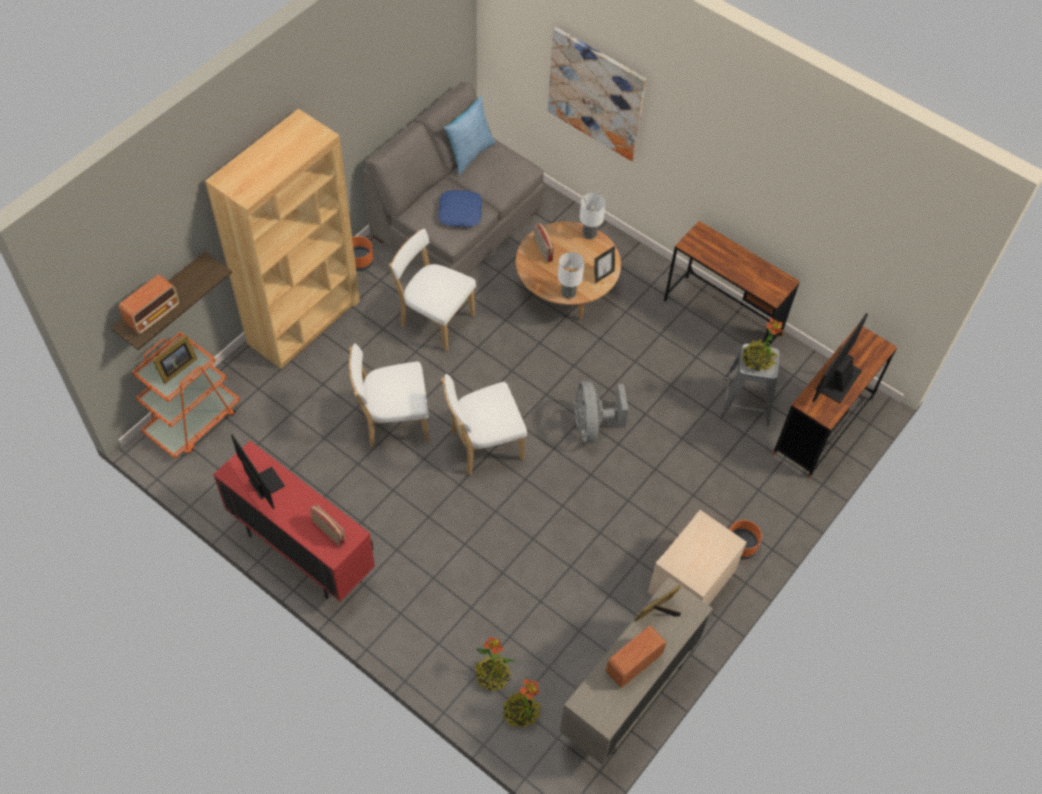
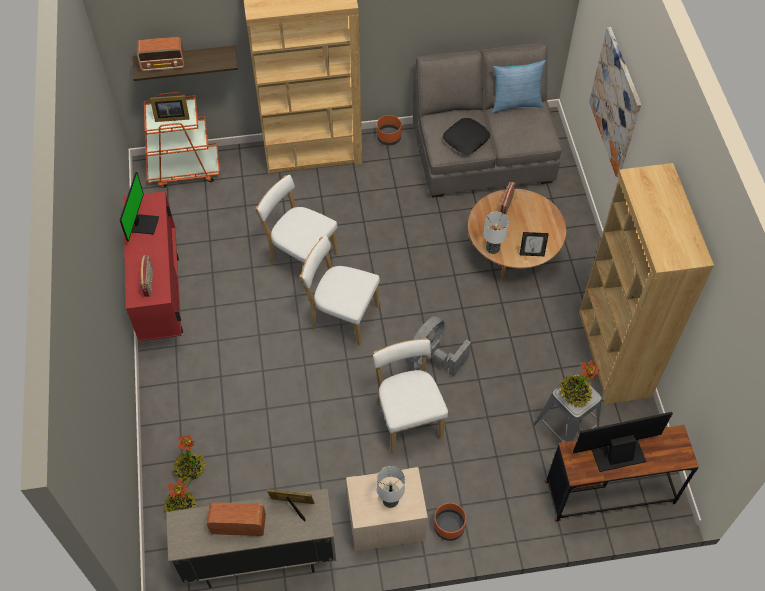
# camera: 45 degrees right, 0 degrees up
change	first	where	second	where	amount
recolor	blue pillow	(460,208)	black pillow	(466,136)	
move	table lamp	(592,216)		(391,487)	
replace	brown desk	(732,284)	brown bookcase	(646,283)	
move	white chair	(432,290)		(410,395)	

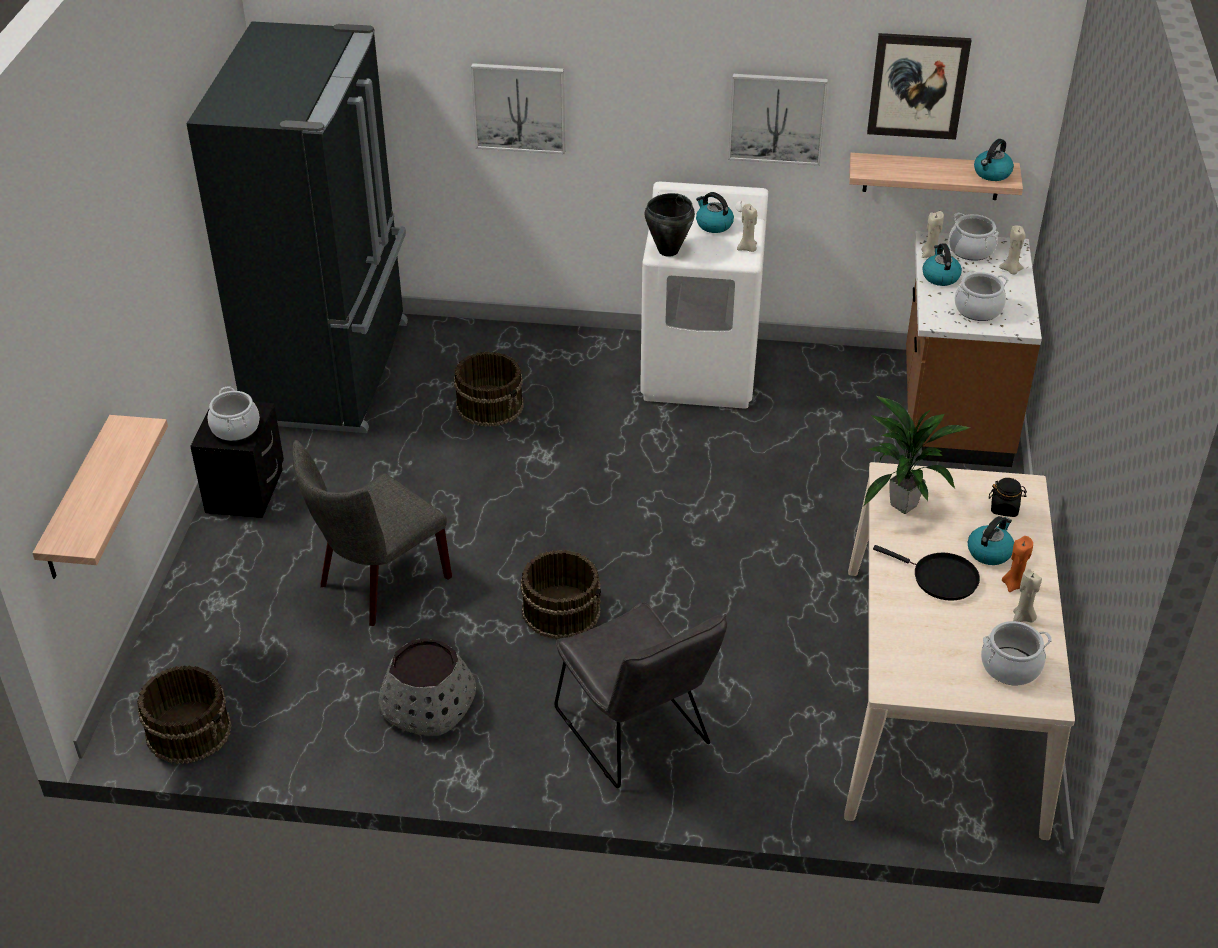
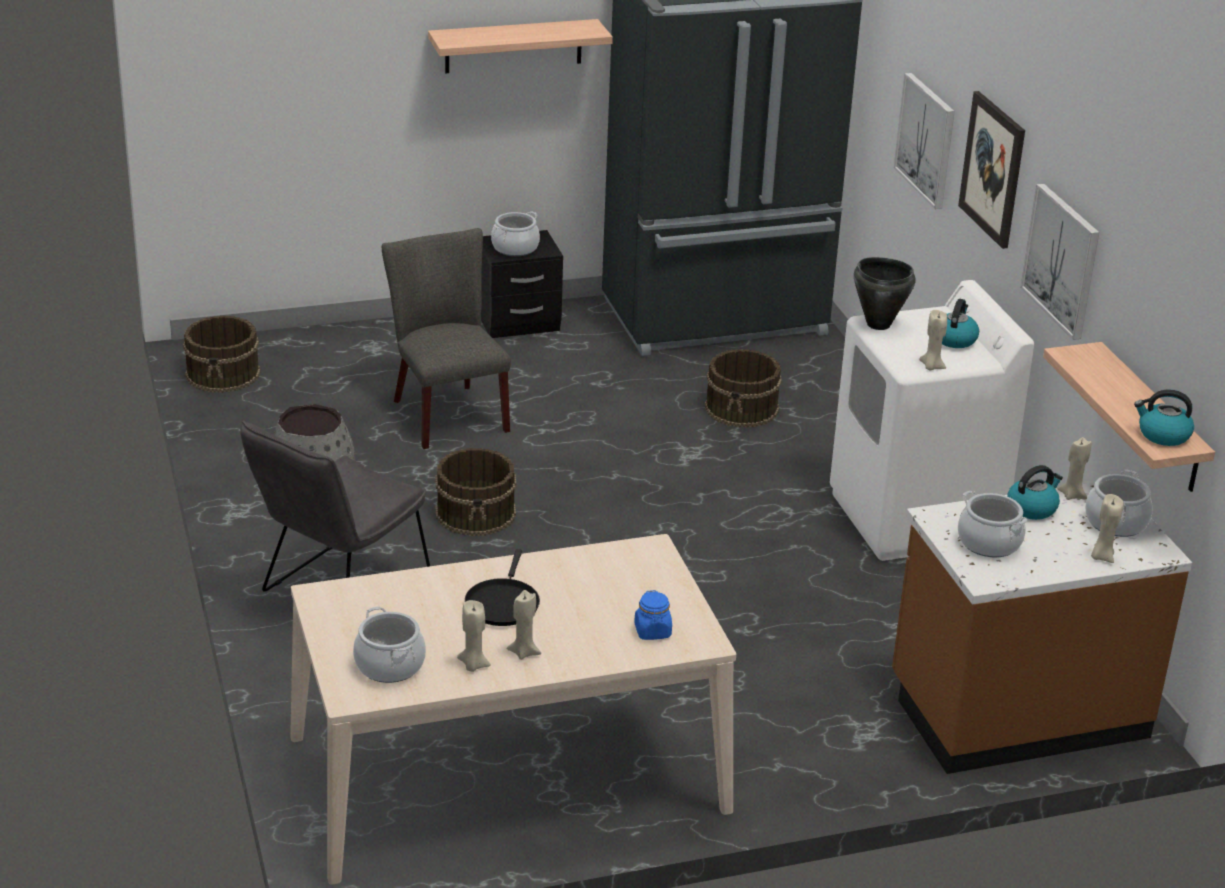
# camera: 65 degrees right, 10 degrees down
change	first	where	second	where	amount
move	picture	(919,86)		(991,170)	
delete	potted plant	(917,454)			
move	shelf	(100,497)		(520,46)	
rotate	grey chair	(372,533)		(446,338)	45 degrees clockwise
recolor	black jar	(1008,497)	blue jar	(653,615)	
delete	kettle	(991,540)			
recolor	orange candle	(1017,564)	beige candle	(524,625)	

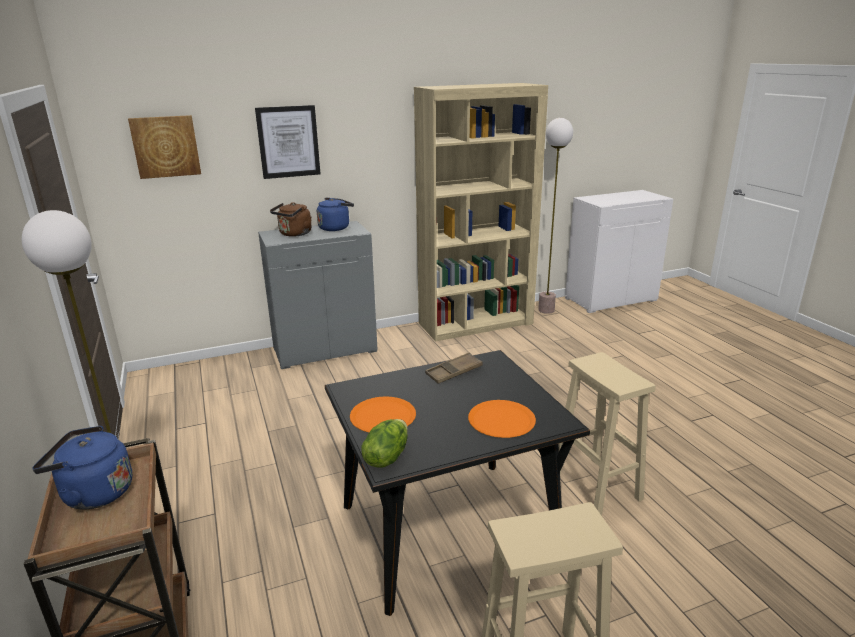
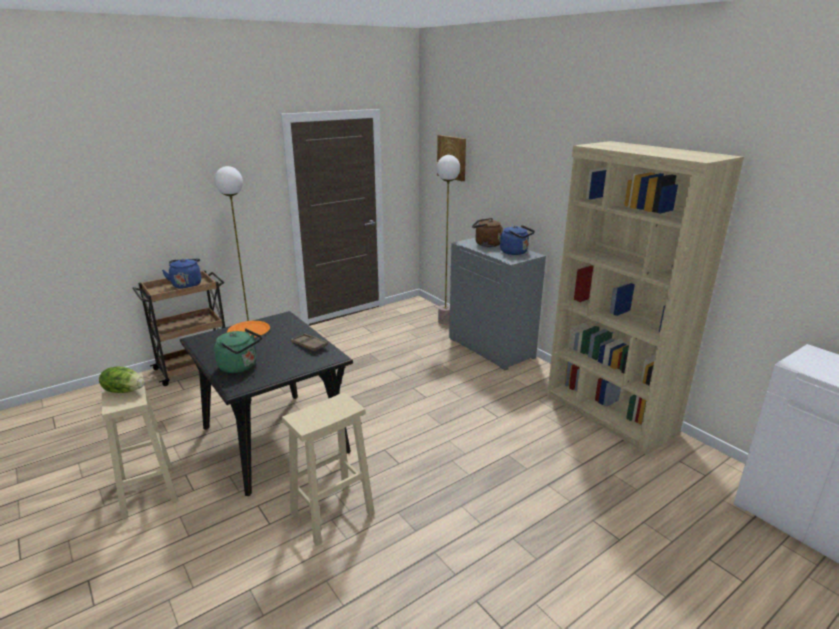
# camera: 75 degrees right, 0 degrees up
change	first	where	second	where	amount
delete	picture	(288,142)			
move	floor lamp	(555,216)		(448,240)	
replace	orange plate	(502,419)	green kettle	(238,351)	
move	lettuce	(384,443)		(122,380)	

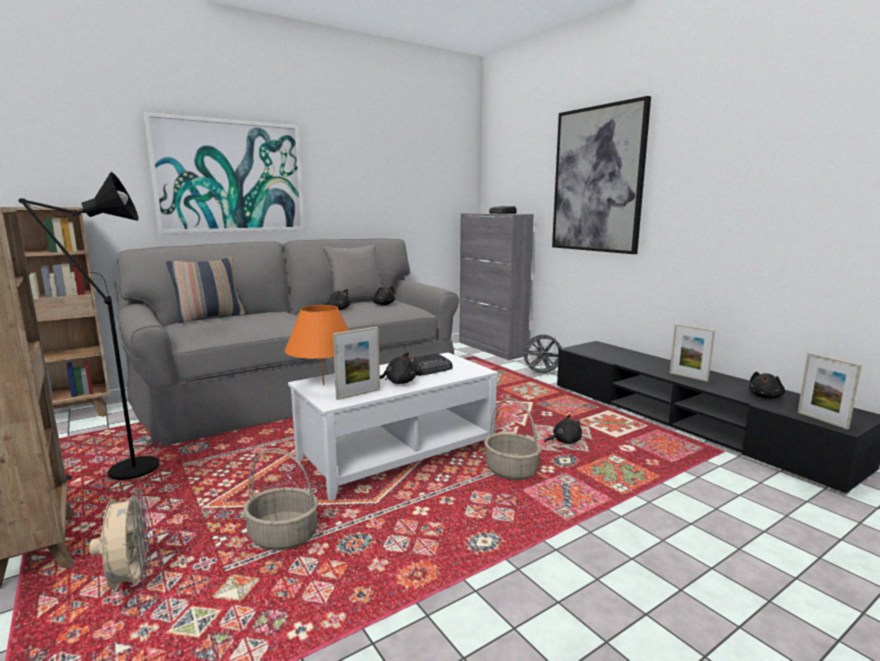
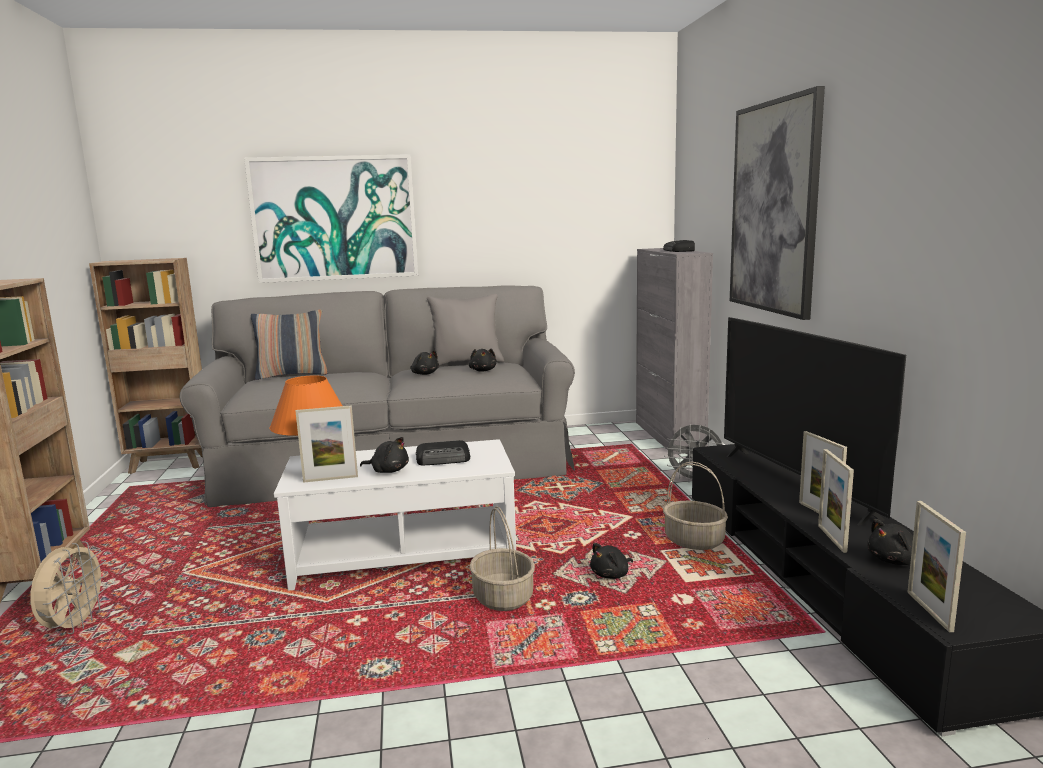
# camera: 25 degrees right, 0 degrees up
change	first	where	second	where	amount
delete	black floor lamp	(89,326)			
rotate	black plush toy	(563,429)		(611,561)	135 degrees clockwise
move	basket	(280,499)		(695,506)	
insert			television	(815,421)	
insert			picture frame	(836,501)	

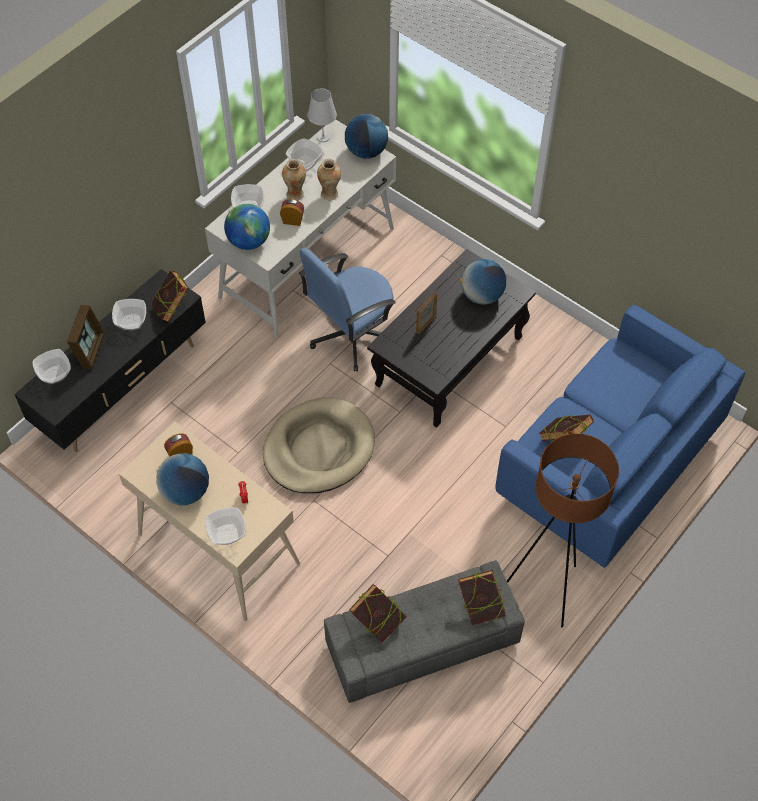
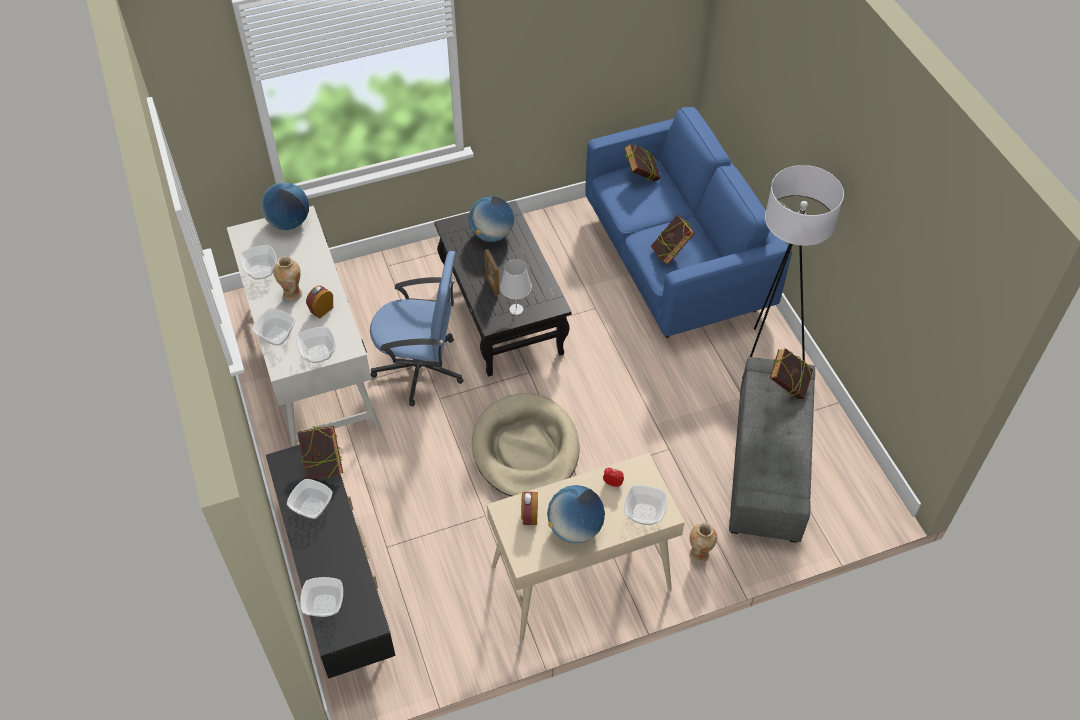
# camera: 60 degrees left, 5 degrees down
change	first	where	second	where	amount
move	white table lamp	(322,115)		(516,287)	
move	vase	(329,179)		(703,543)	
replace	globe	(247,227)	bowl	(316,345)	
rotate	blue office chair	(347,310)		(416,328)	75 degrees counterclockwise
delete	picture frame	(86,337)			
recolor	brown floor lamp	(563,531)	white floor lamp	(793,272)	
move	book	(377,613)		(642,162)	

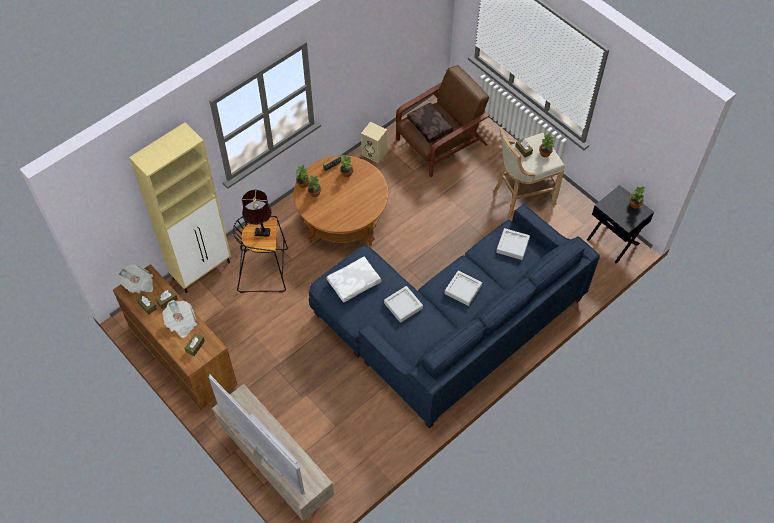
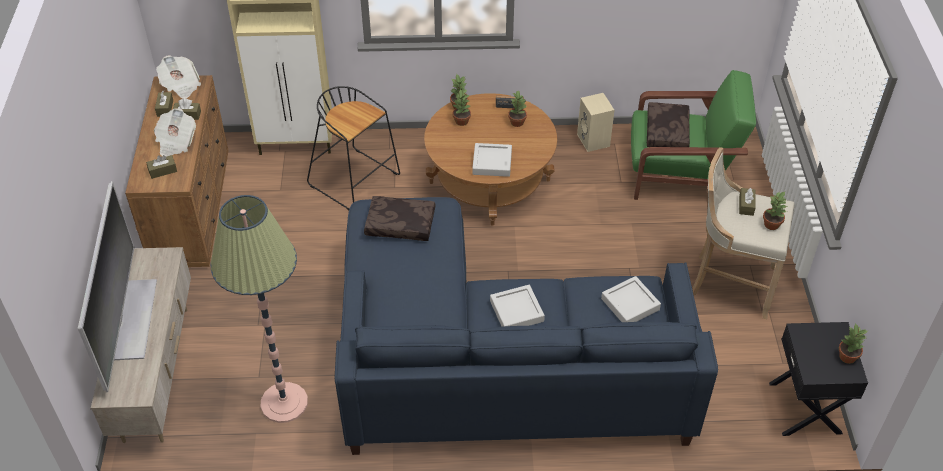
# camera: 40 degrees right, 10 degrees down
change	first	where	second	where	amount
recolor	brown armchair	(443,121)	green armchair	(693,135)	
delete	brown table lamp	(257,213)			
recolor	white pillow	(354,280)	brown pillow	(399,218)	
move	grey tray	(403,304)		(492,160)	
insert			floor lamp	(259,309)	

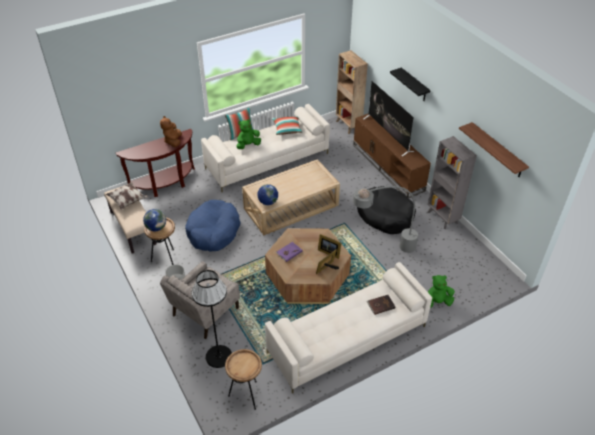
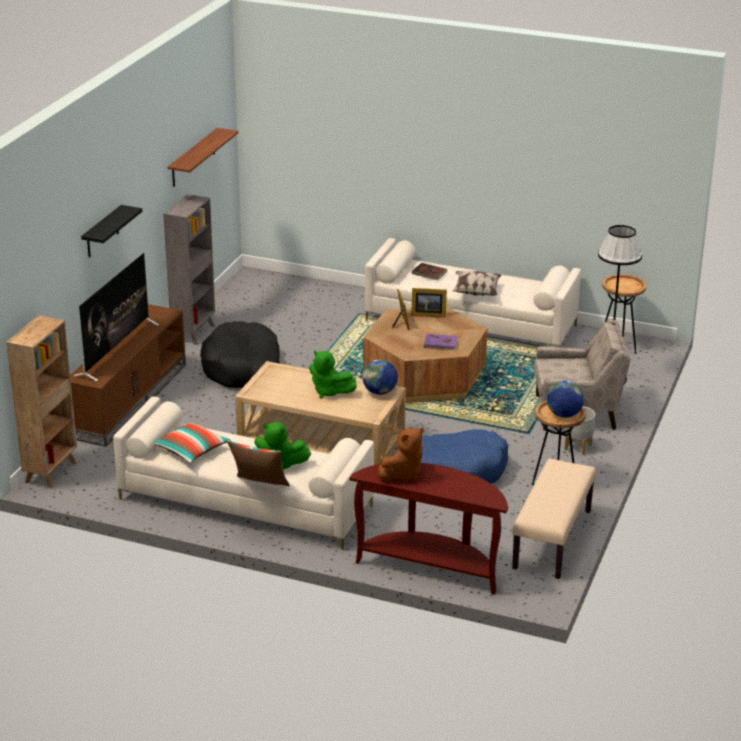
# camera: 130 degrees left, 15 degrees down
change	first	where	second	where	amount
move	pillow	(127,196)		(477,283)	
delete	grey floor lamp	(428,234)			
move	green plush toy	(441,291)		(333,374)	

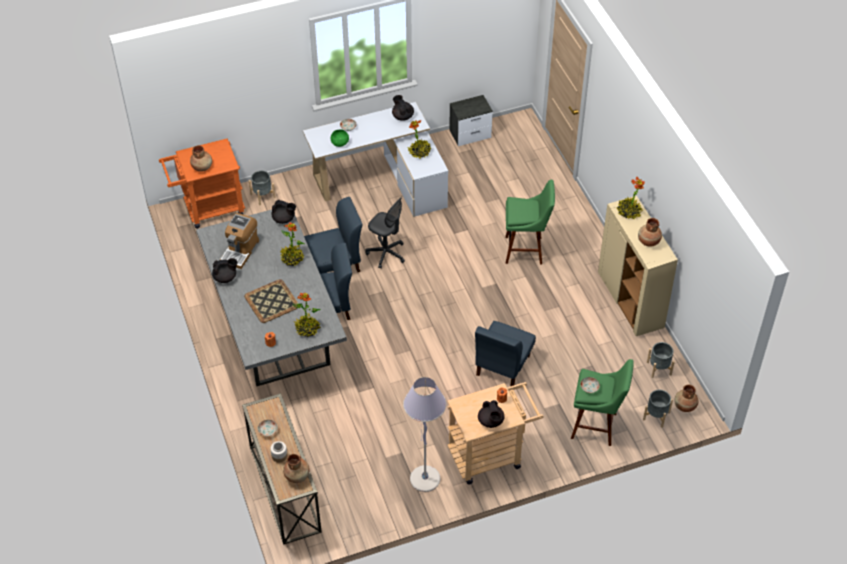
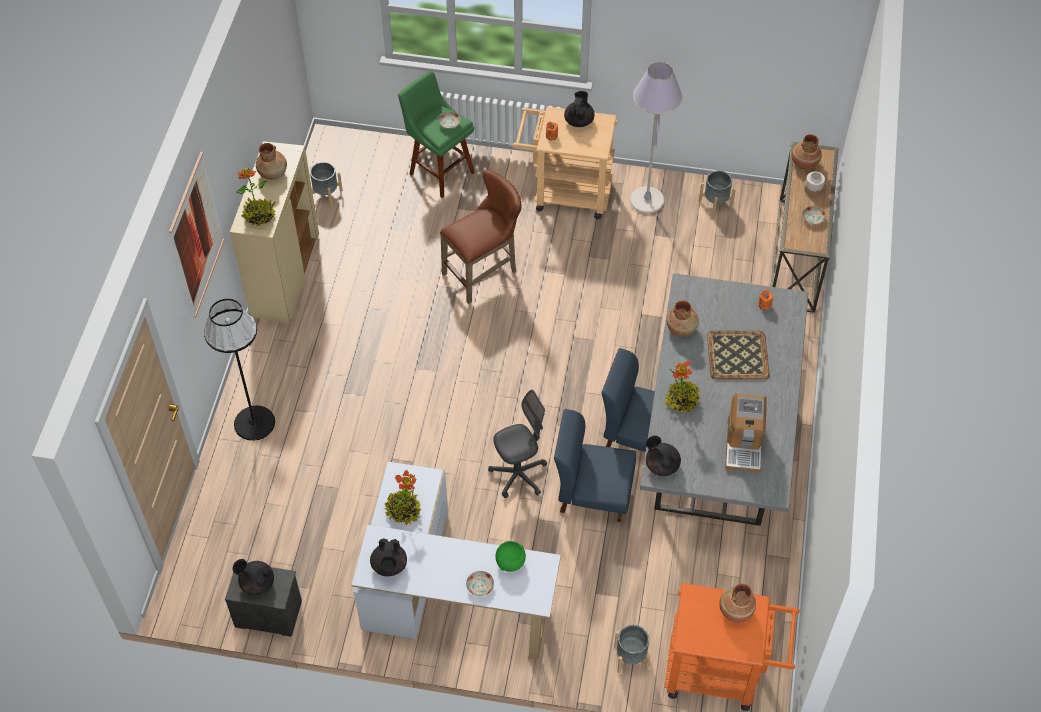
# camera: 150 degrees left, 5 degrees up
change	first	where	second	where	amount
delete	green stool	(530,222)			
rotate	grey office chair	(385,232)		(517,444)	90 degrees clockwise
rotate	coffee machine	(239,241)		(746,433)	135 degrees clockwise
move	black teapot	(224,270)		(253,577)	
delete	potted plant	(307,315)			
replace	blue chair	(505,353)	brown stool	(480,237)	
move	brown vase	(686,398)		(683,318)	
move	grey planter	(658,409)		(717,193)	
insert			picture	(197,234)	
insert			black floor lamp	(239,370)	

